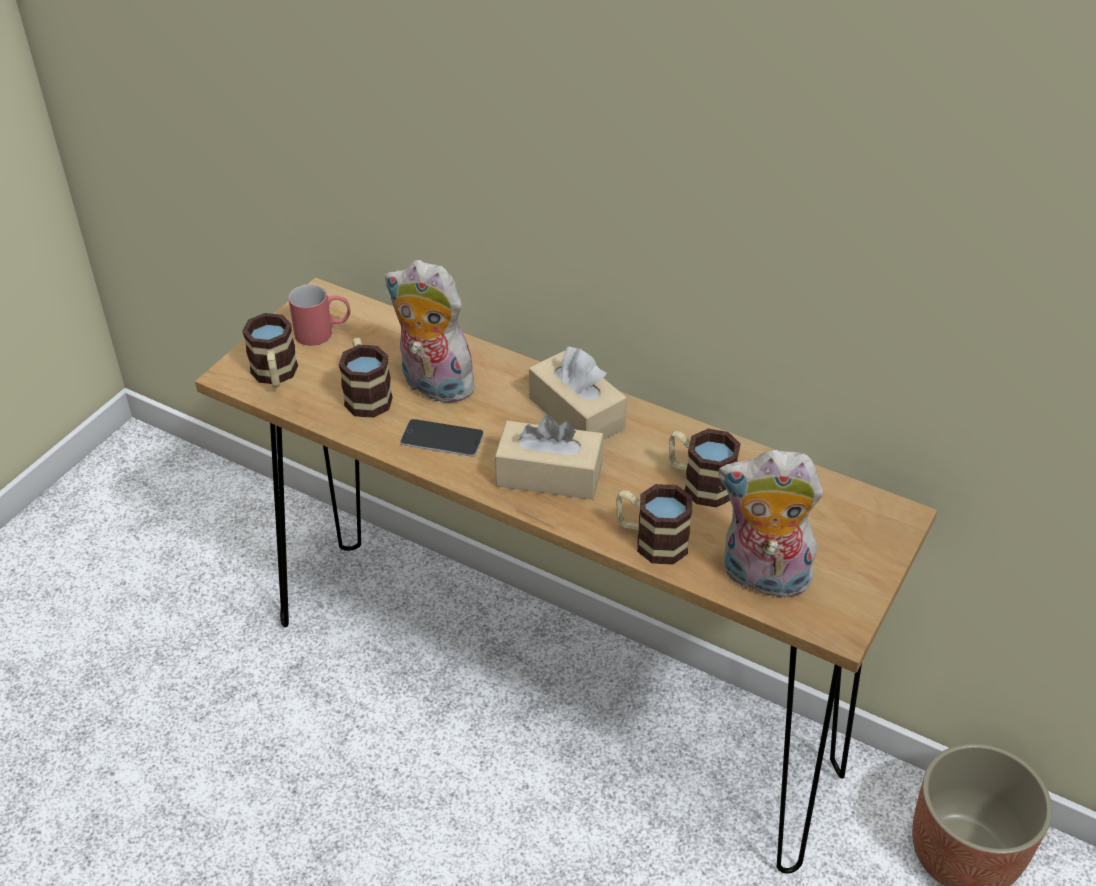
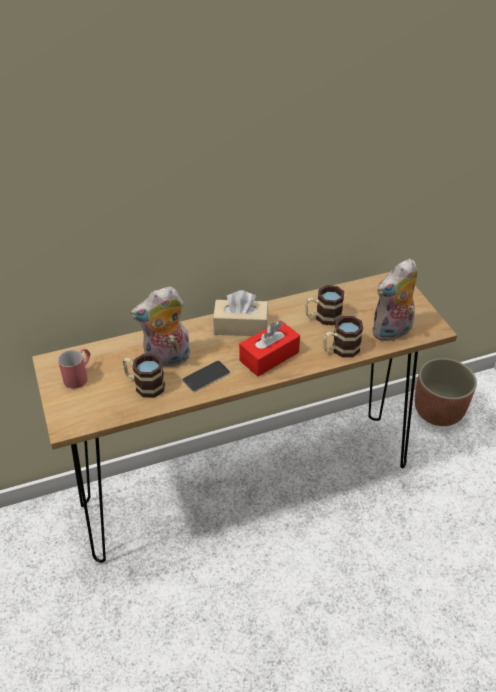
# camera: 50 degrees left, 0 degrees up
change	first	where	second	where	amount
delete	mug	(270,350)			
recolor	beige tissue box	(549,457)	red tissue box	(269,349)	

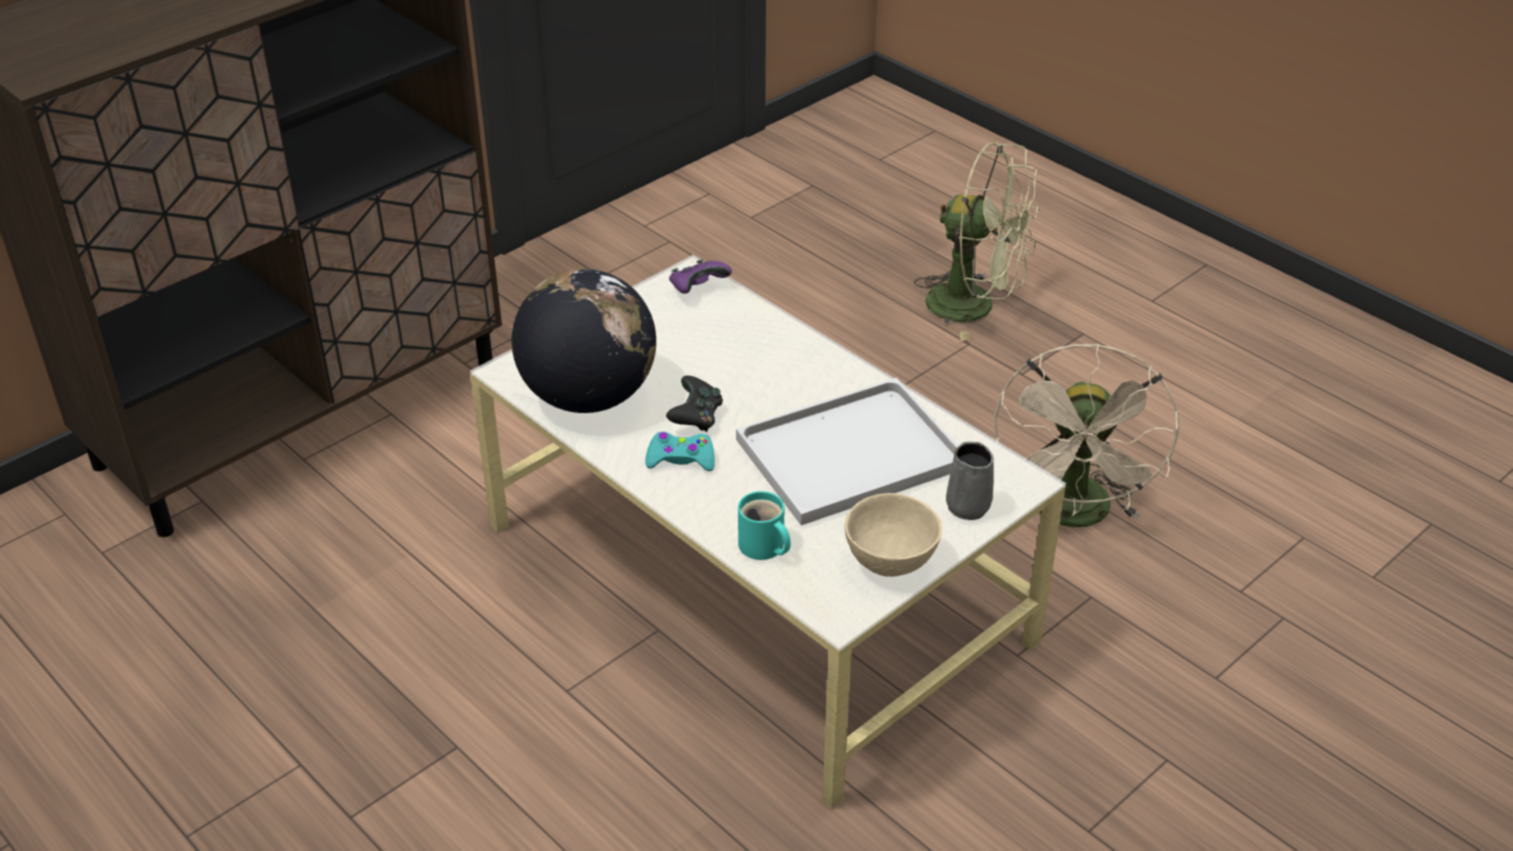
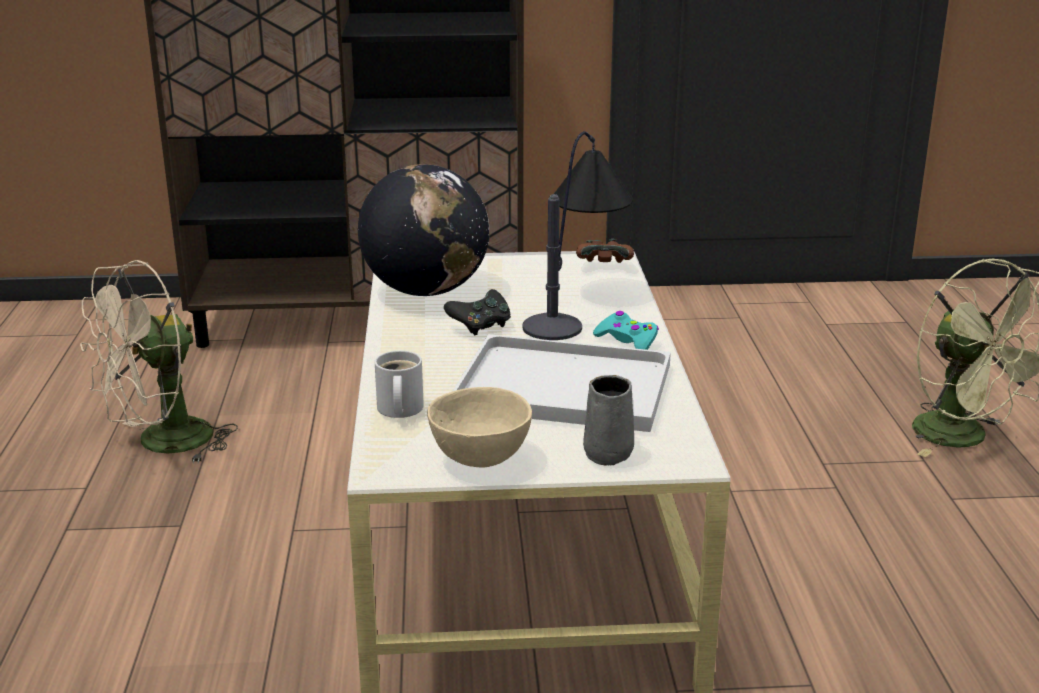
# camera: 40 degrees right, 15 degrees down
change	first	where	second	where	amount
recolor	purple game controller	(700,276)	brown game controller	(605,251)	
move	beige fan	(1086,435)		(159,362)	
move	turquoise game controller	(680,451)		(626,330)	
recolor	turquoise mug	(764,525)	white mug	(399,384)	
insert			table lamp	(577,235)	

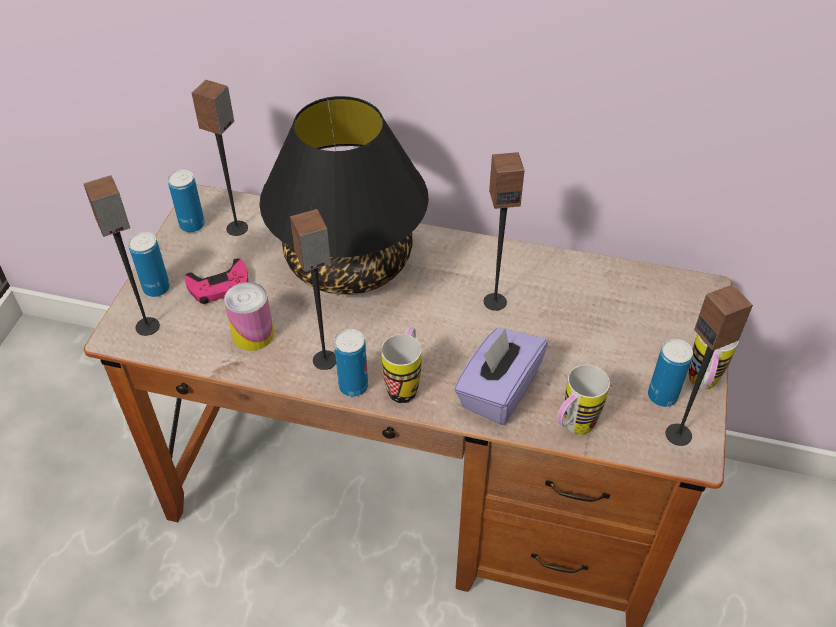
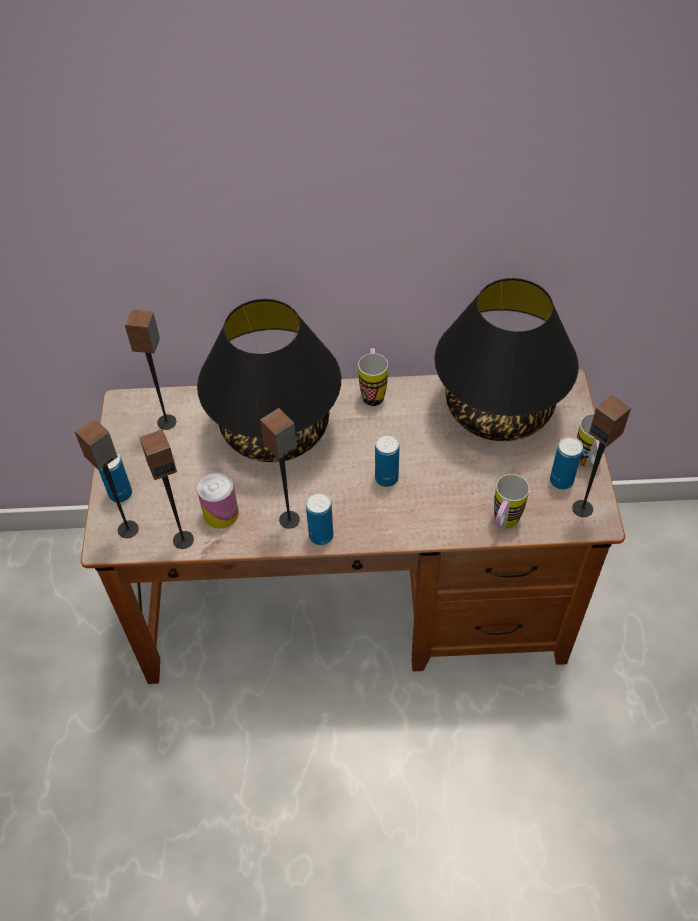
# camera: 15 degrees left, 5 degrees up
change	first	where	second	where	amount
move	speaker	(504,231)		(167,489)	
move	can	(186,201)		(387,460)	
delete	pink game controller	(216,281)			
move	mug	(401,365)		(373,377)	
delete	purple tissue box	(501,376)			
insert			black table lamp	(506,359)	

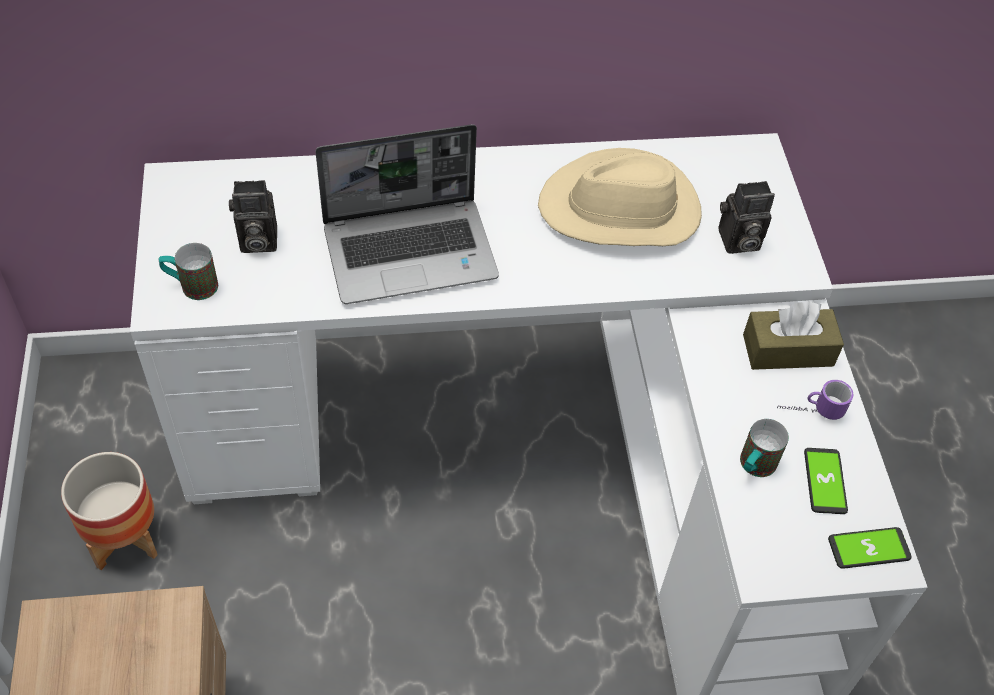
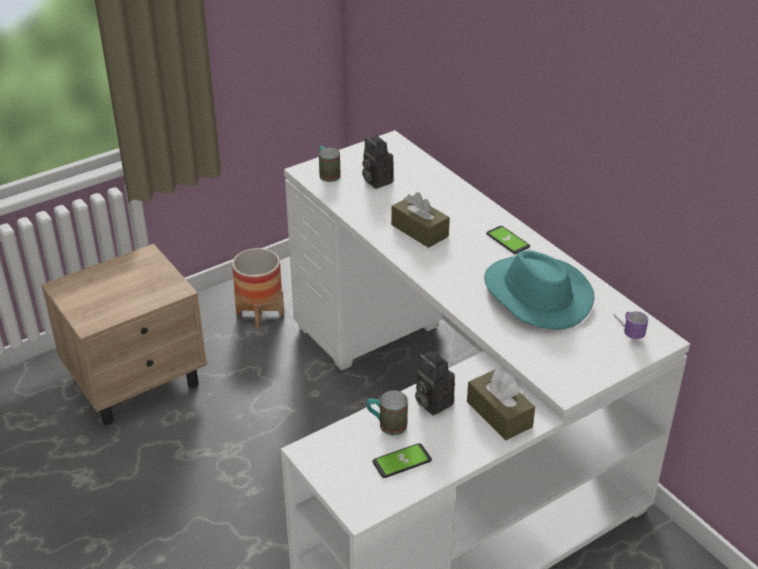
# camera: 65 degrees right, 15 degrees down
change	first	where	second	where	amount
replace	laptop	(407,214)	brown tissue box	(420,220)	
recolor	beige hat	(620,197)	turquoise hat	(539,290)	
move	photo camera	(747,217)		(435,382)	
move	mug	(815,400)		(631,325)	
move	phone	(869,548)		(508,240)	

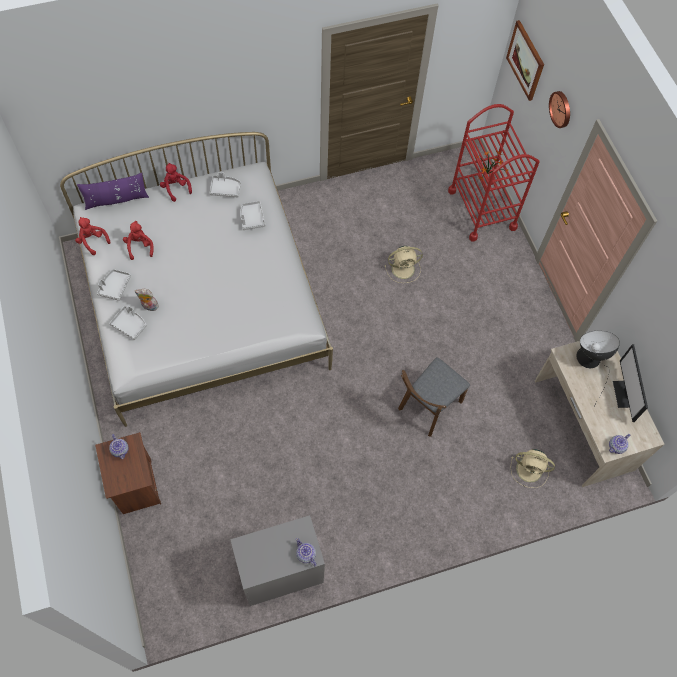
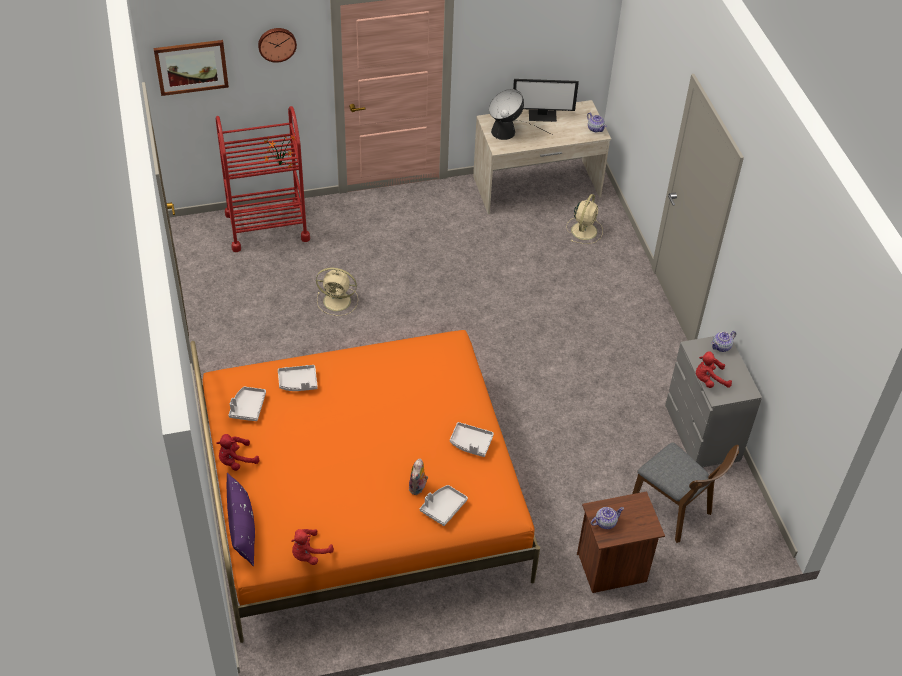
# camera: 85 degrees left, 15 degrees down
change	first	where	second	where	amount
recolor	white bed	(196,279)	orange bed	(365,486)	
move	red plush toy	(138,240)		(714,369)	
rotate	beige fan	(404,264)		(337,292)	105 degrees clockwise
move	grey tray	(114,285)		(472,439)	
move	brown chair	(434,397)		(685,493)	

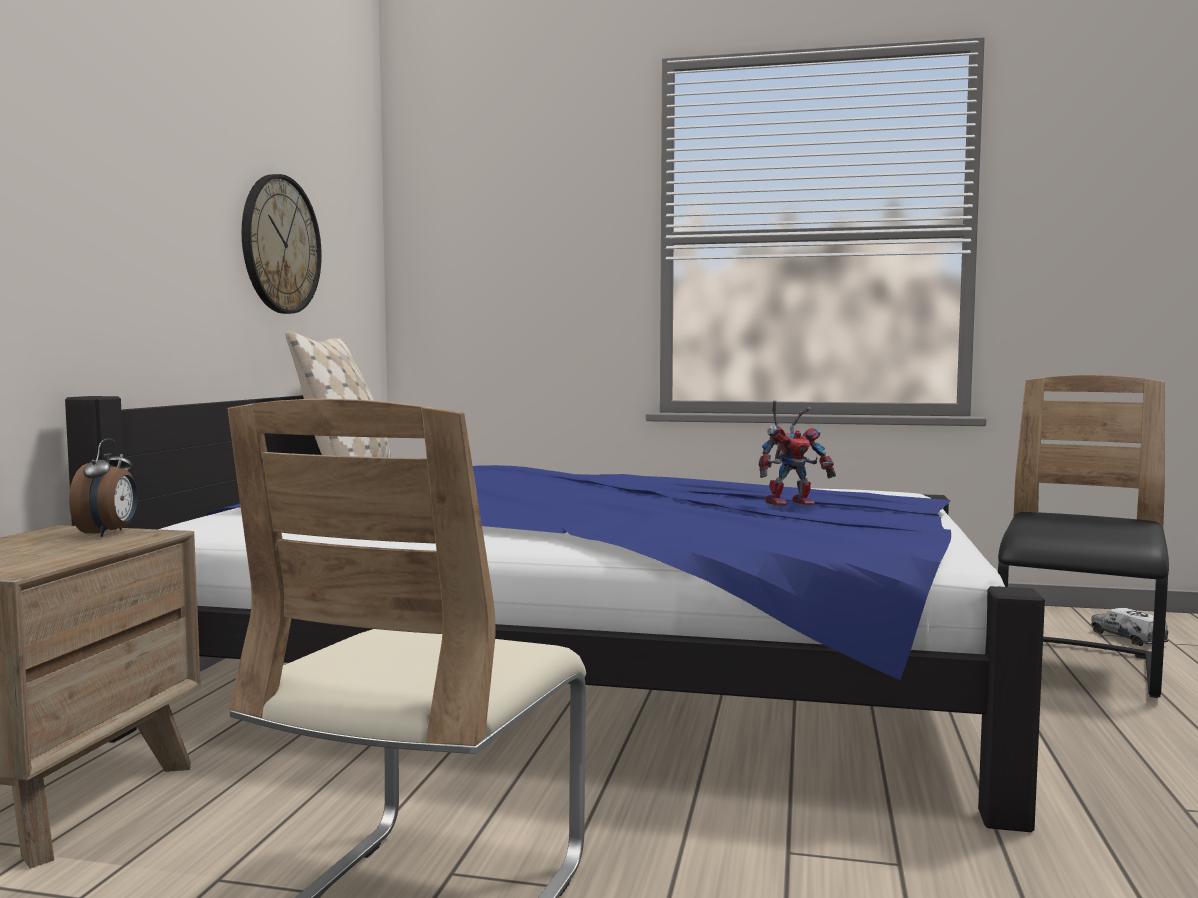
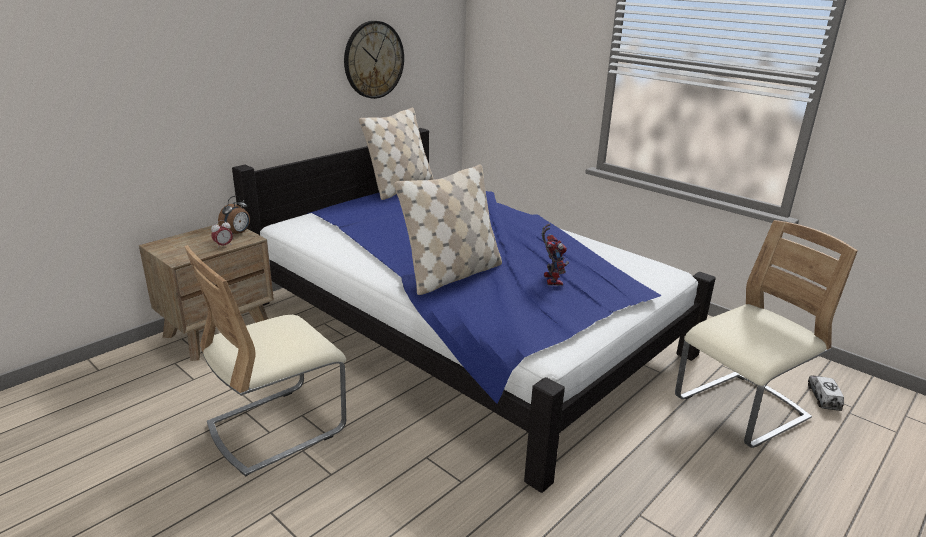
# camera: 30 degrees right, 20 degrees up
change	first	where	second	where	amount
recolor	black chair	(1083,536)	beige chair	(766,334)	
rotate	toy robot	(797,453)		(555,255)	105 degrees counterclockwise
insert			beige pillow	(448,229)	
insert			alarm clock	(222,234)	

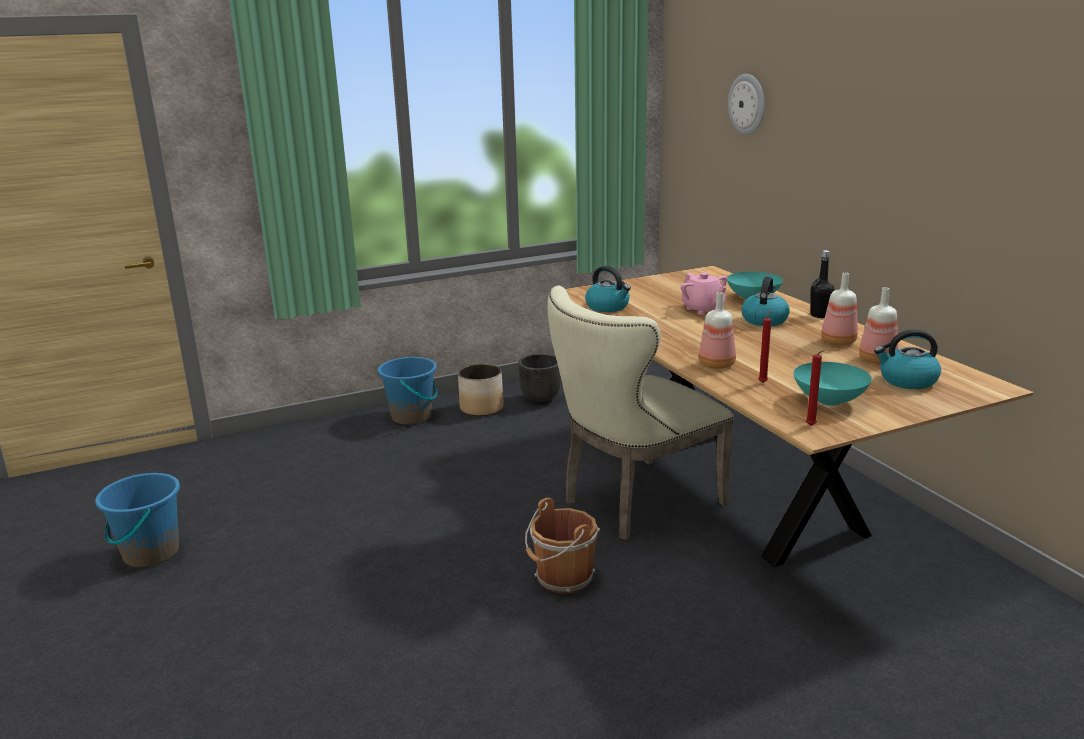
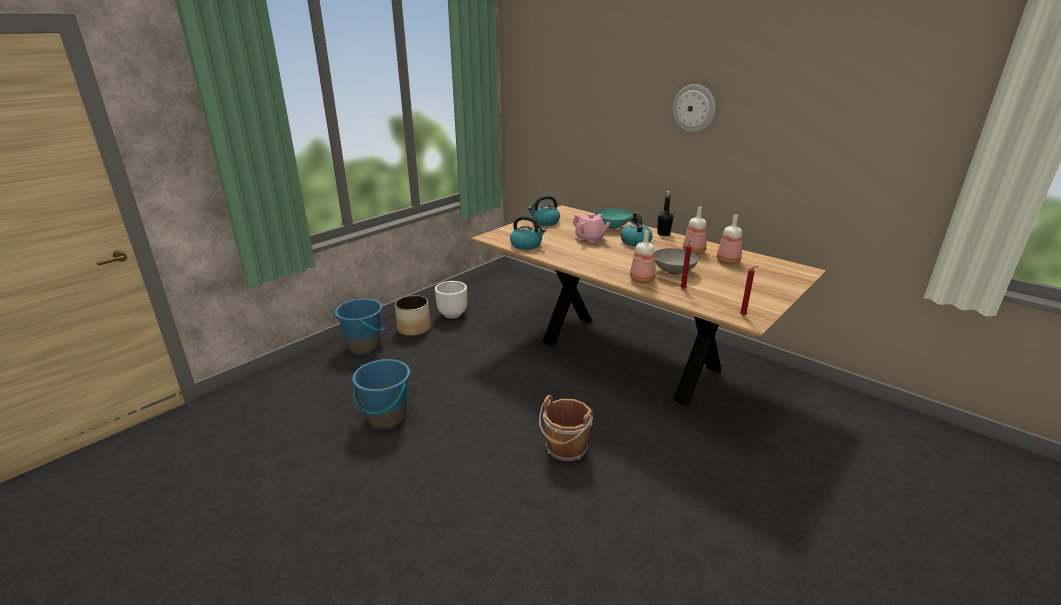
# camera: 25 degrees left, 5 degrees up
change	first	where	second	where	amount
move	wall clock	(746,104)		(694,108)	
delete	beige chair	(641,413)			
move	kettle	(907,359)		(544,210)	
recolor	black planter	(539,379)	white planter	(451,300)	
delete	turquoise bowl	(833,384)			
move	blue bucket	(137,520)		(381,393)	
insert			grey bowl	(677,261)	

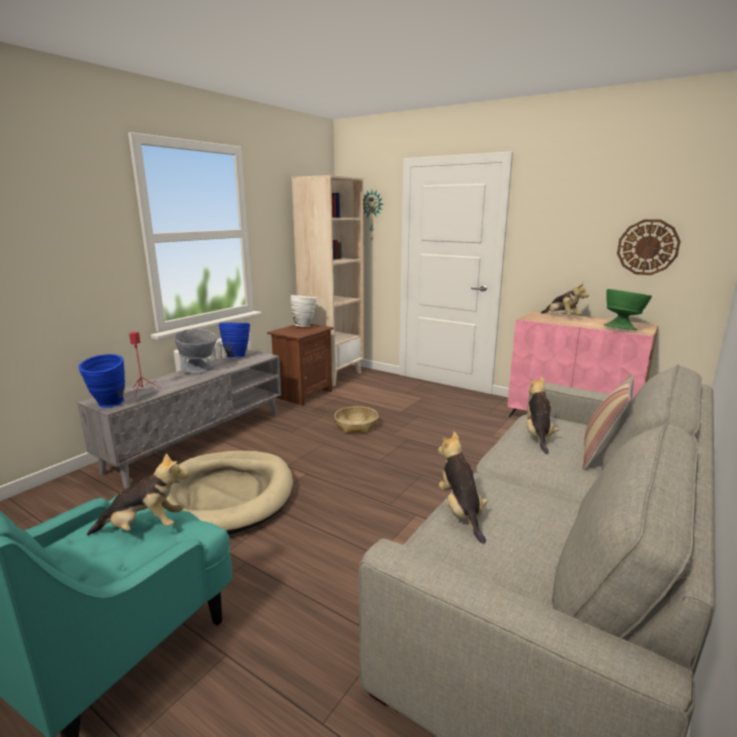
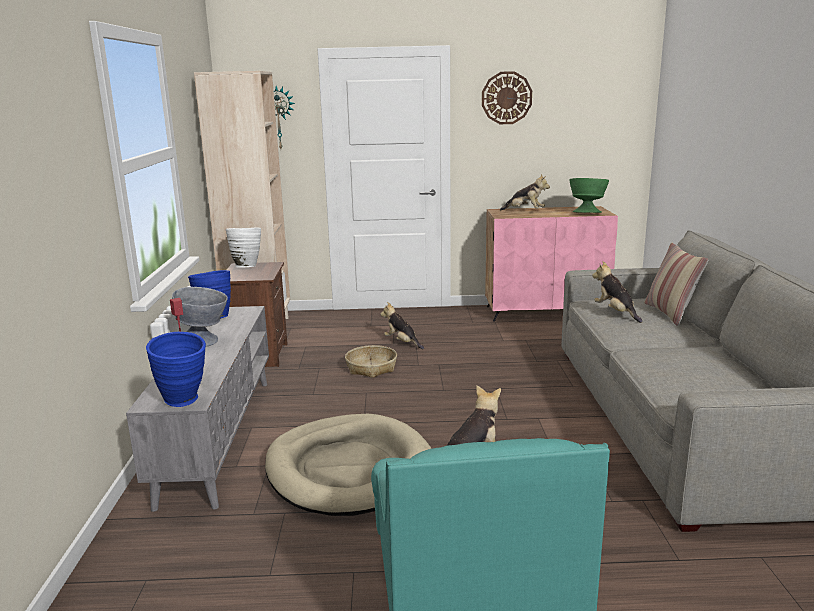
# camera: 35 degrees left, 0 degrees up
change	first	where	second	where	amount
move	wall clock	(649,247)		(507,97)	
move	plush toy	(463,488)		(402,325)	

